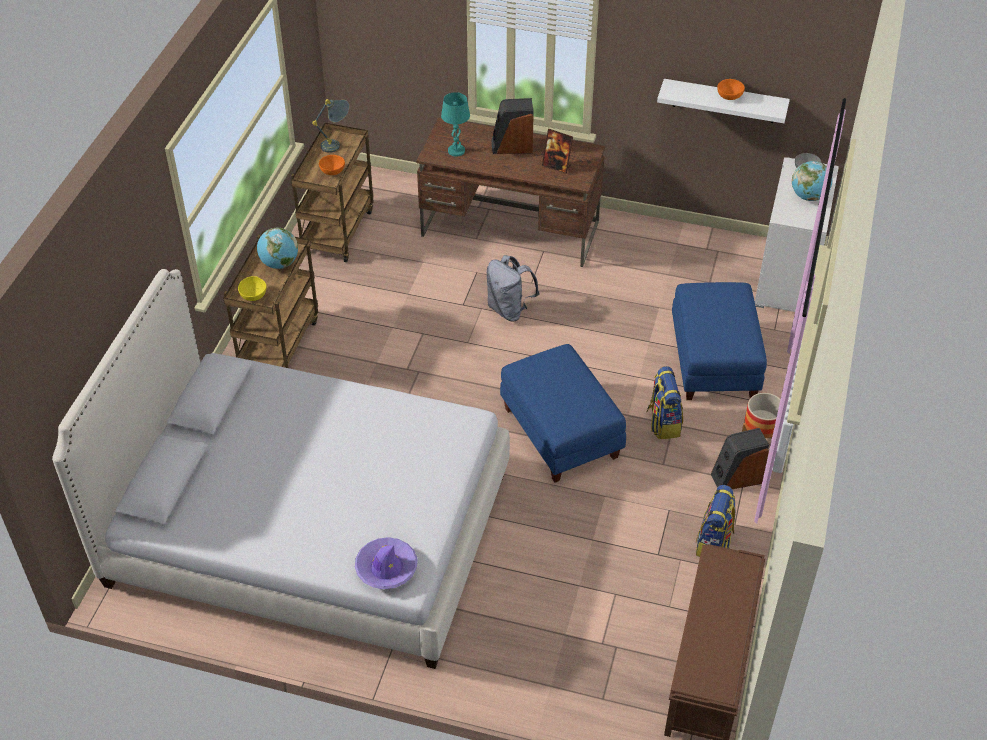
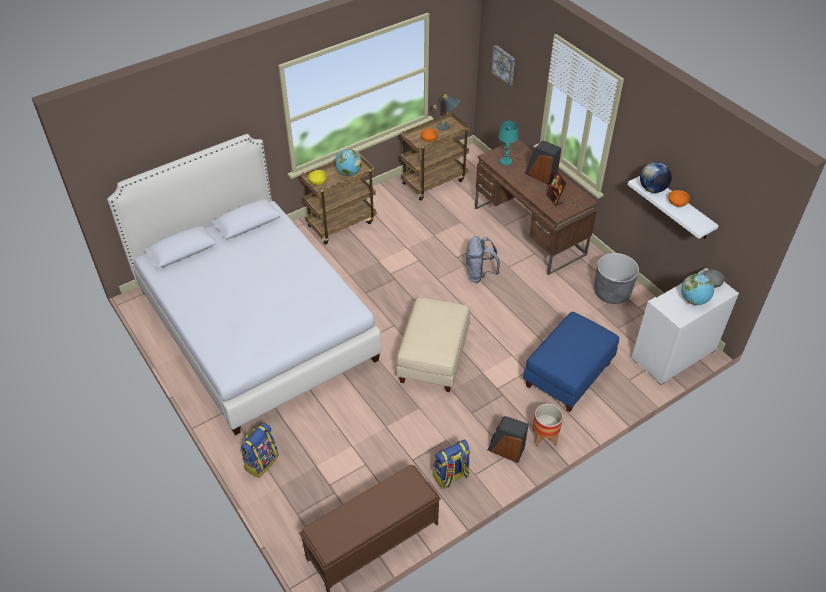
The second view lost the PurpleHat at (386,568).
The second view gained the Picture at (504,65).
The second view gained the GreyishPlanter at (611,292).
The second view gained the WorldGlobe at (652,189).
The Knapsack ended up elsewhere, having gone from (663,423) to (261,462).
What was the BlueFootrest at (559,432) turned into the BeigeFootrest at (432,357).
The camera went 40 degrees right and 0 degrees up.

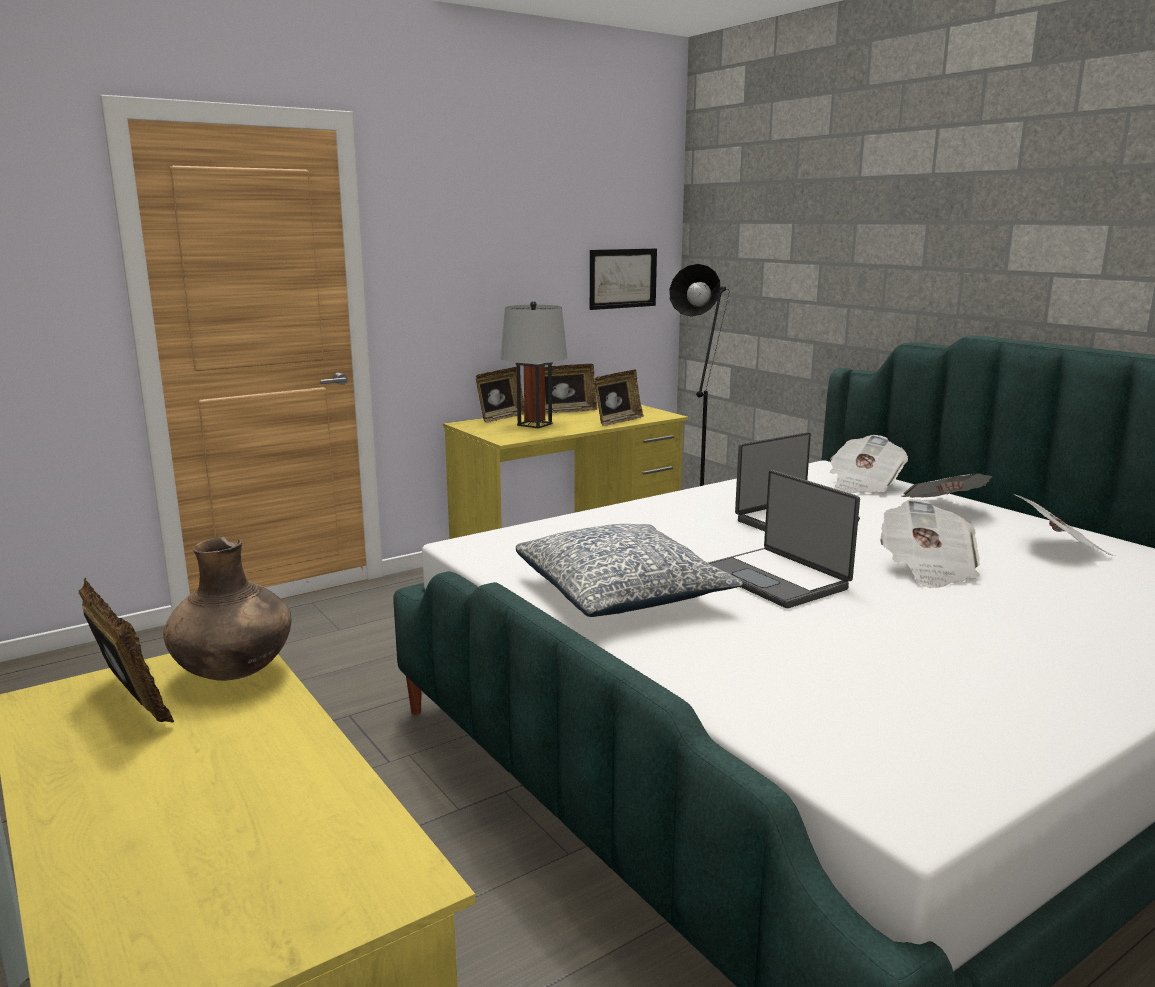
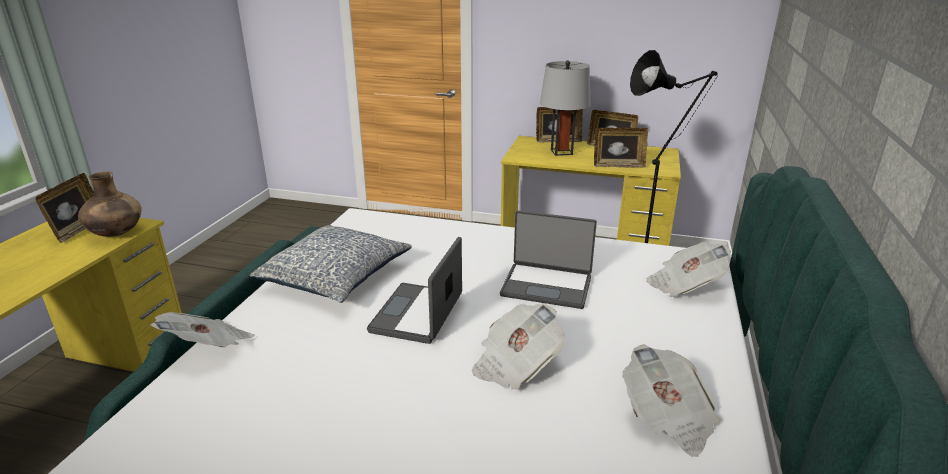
The second view lost the Picture at (623,278).
The Newspaper ended up elsewhere, having gone from (942,508) to (209,348).
The camera went 50 degrees right and 10 degrees up.

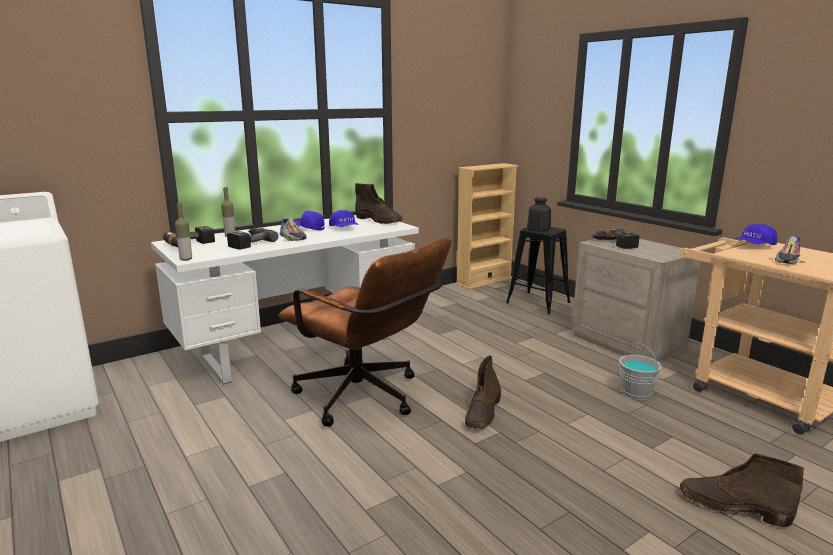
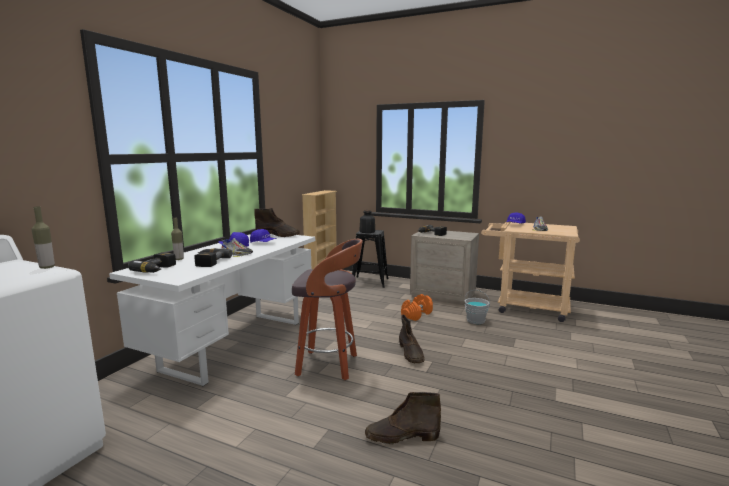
The second view gained the OrangeyDumbbell at (416,314).
The BeverageBottle ended up elsewhere, having gone from (186,259) to (47,267).
The BrownColouredBoot ended up elsewhere, having gone from (732,507) to (401,436).
Where the BrownColouredDeskChair stood at (366,399), the SittingStool came to stand at (329,365).
The camera went 30 degrees left and 5 degrees down.

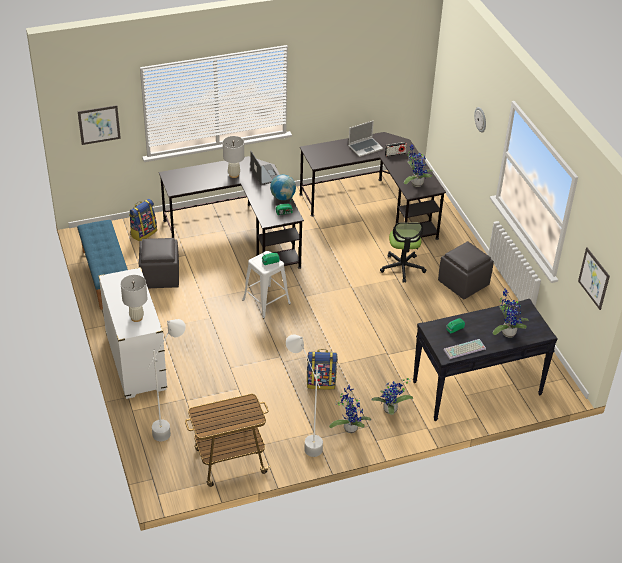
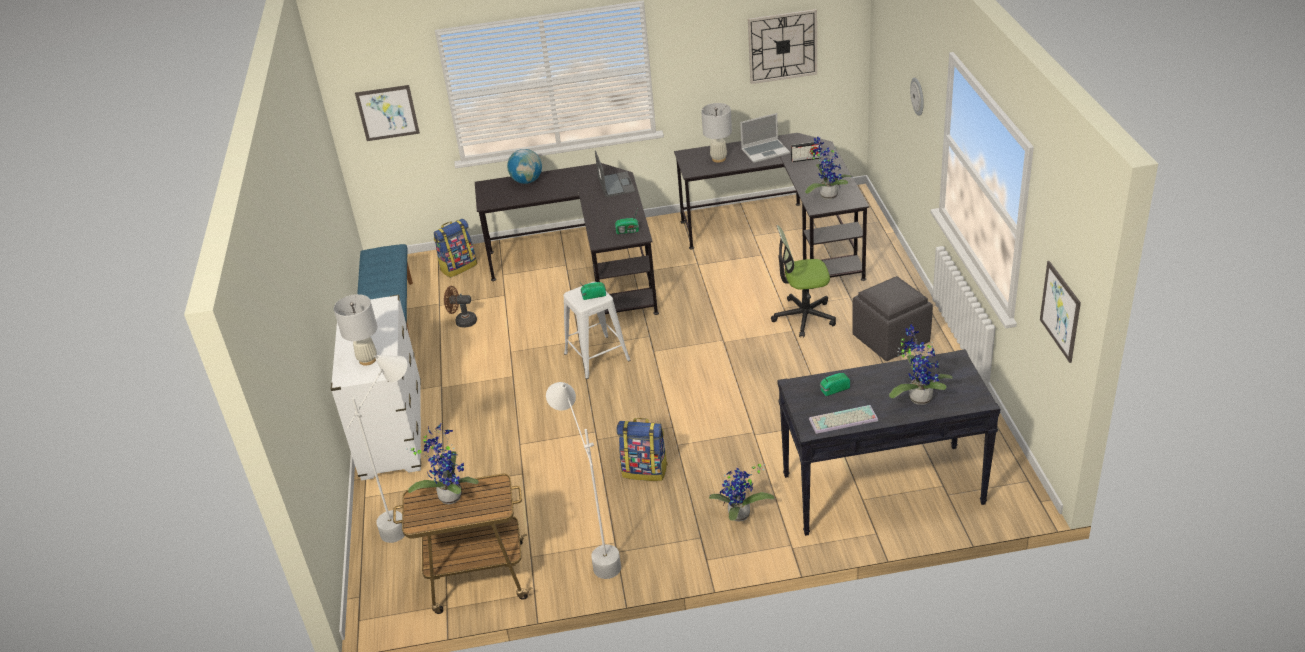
The second view gained the HangingClock at (782,46).
The WhitishTableLamp ended up elsewhere, having gone from (234,175) to (719,159).
The WorldGlobe ended up elsewhere, having gone from (283,197) to (527,181).
The PottedPlant ended up elsewhere, having gone from (349,427) to (450,495).
Where the GreyishFootrest stood at (160,277), the BrownColouredFan came to stand at (462,321).
The DeskChair at (402,268) ended up facing another way, 75 degrees clockwise from before.
The camera went 15 degrees right and 5 degrees down.

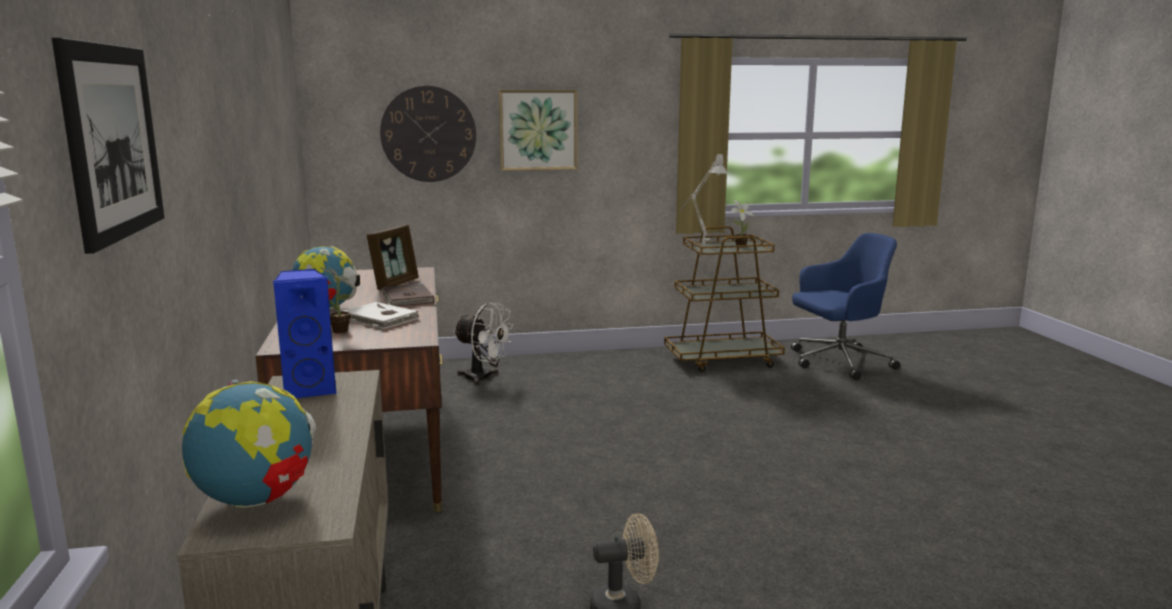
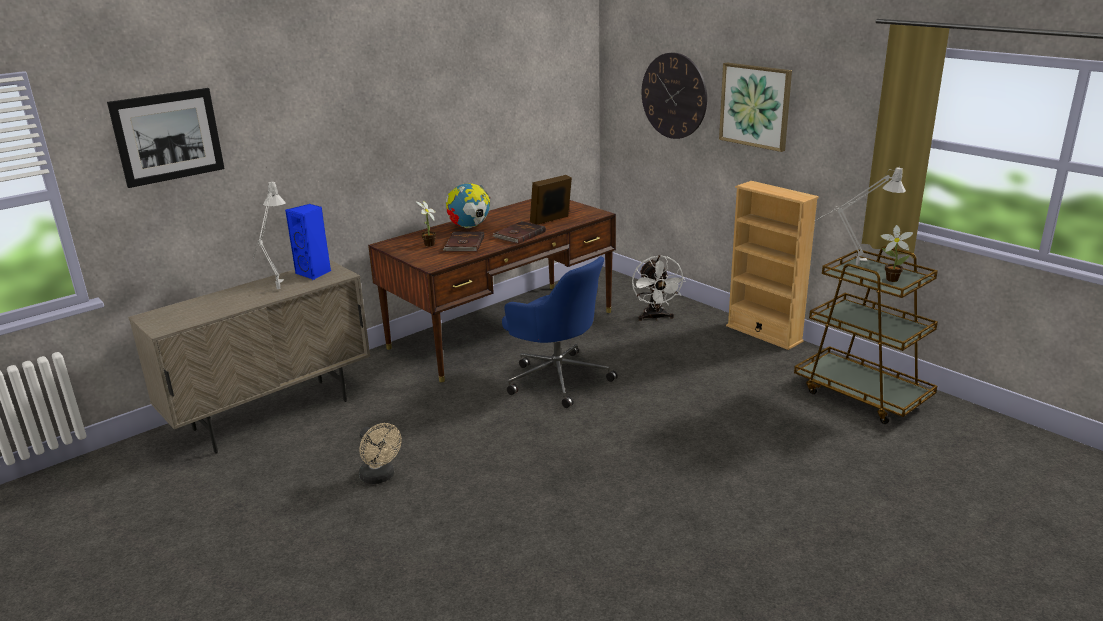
The second view lost the WorldGlobe at (256,501).
The second view gained the GreyishTableLamp at (277,292).
The second view gained the BeigeShelvingUnit at (764,333).
The BlueDeskChair ended up elsewhere, having gone from (838,362) to (557,378).
What was the WhitishBoundBook at (379,319) turned into the BrownColouredBoundBook at (464,244).
The PictureFrame at (395,284) ended up facing another way, 150 degrees clockwise from before.
The camera went 60 degrees right and 10 degrees up.

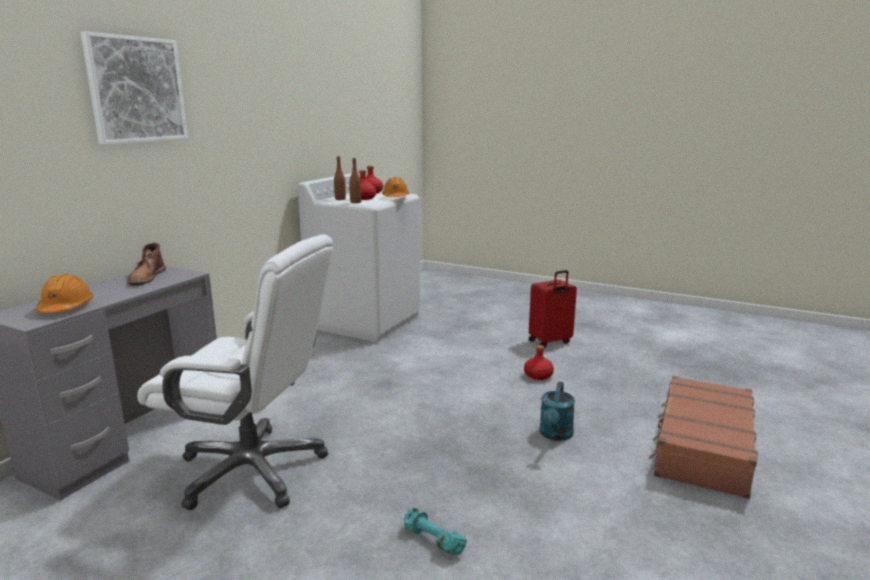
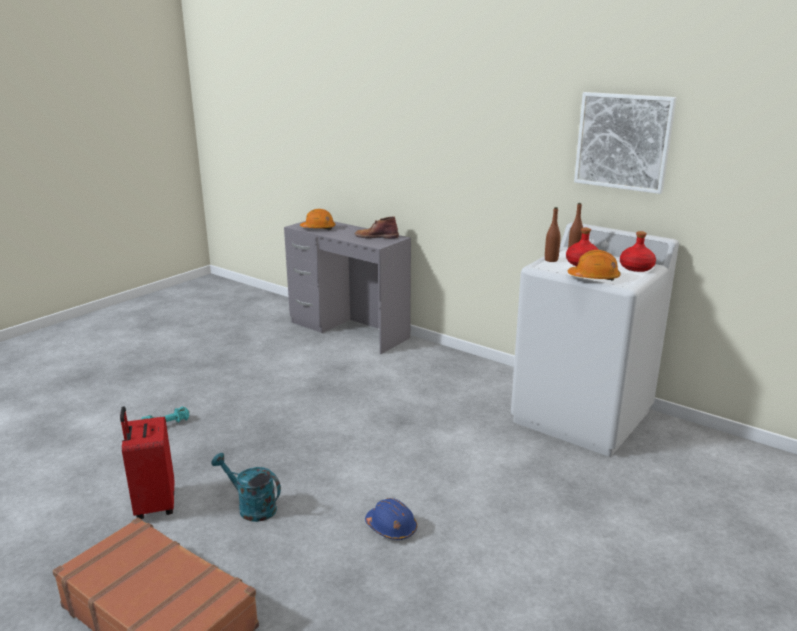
The second view lost the WhitishDeskChair at (253,470).
The Picture ended up elsewhere, having gone from (136,90) to (623,141).
The ReddishSuitcase ended up elsewhere, having gone from (550,342) to (154,505).
Where the ReddishBeverageBottle stood at (538,375), the BlueWorkHelmet came to stand at (391,528).
The camera went 100 degrees right and 5 degrees up.

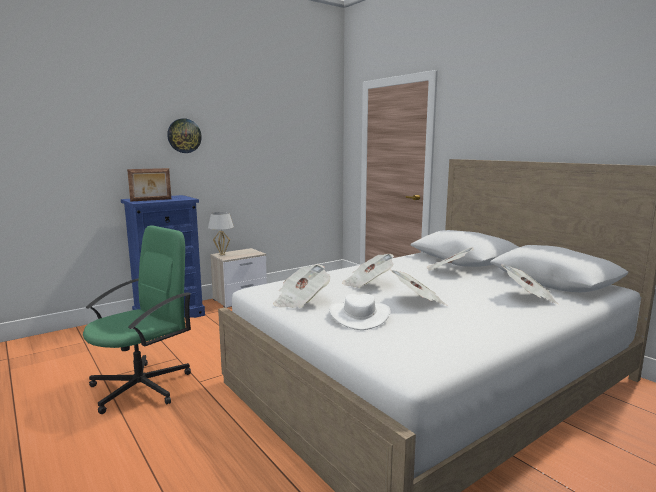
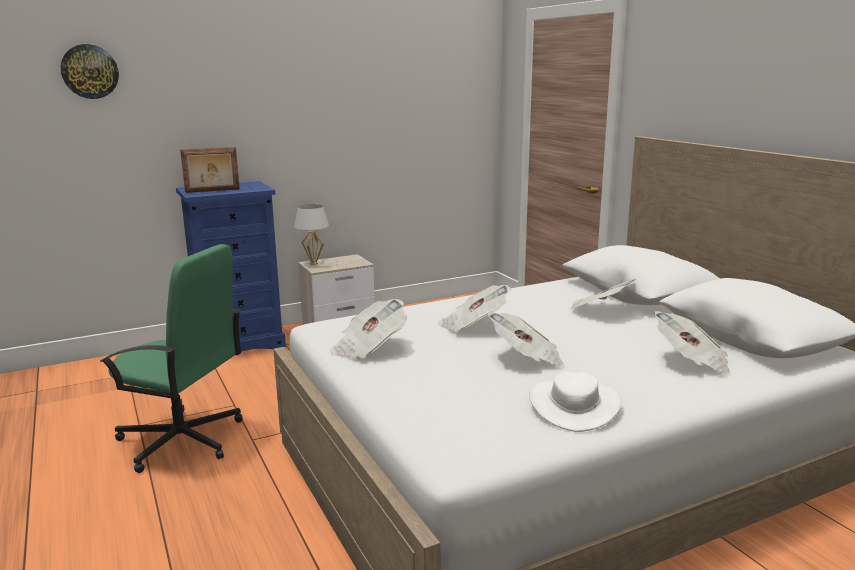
The HangingClock ended up elsewhere, having gone from (184,136) to (90,71).
The WhitishHat ended up elsewhere, having gone from (359,316) to (574,405).
The GreenColouredDeskChair at (142,386) ended up facing another way, 60 degrees clockwise from before.
The camera went 10 degrees right and 5 degrees up.

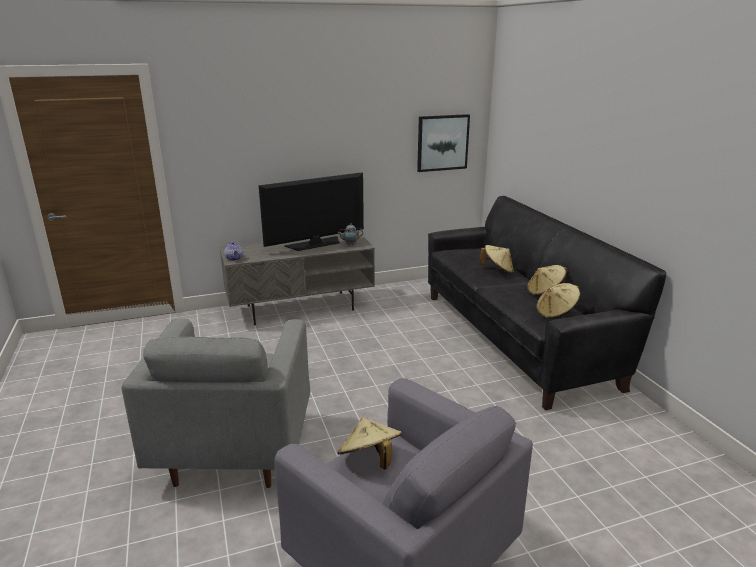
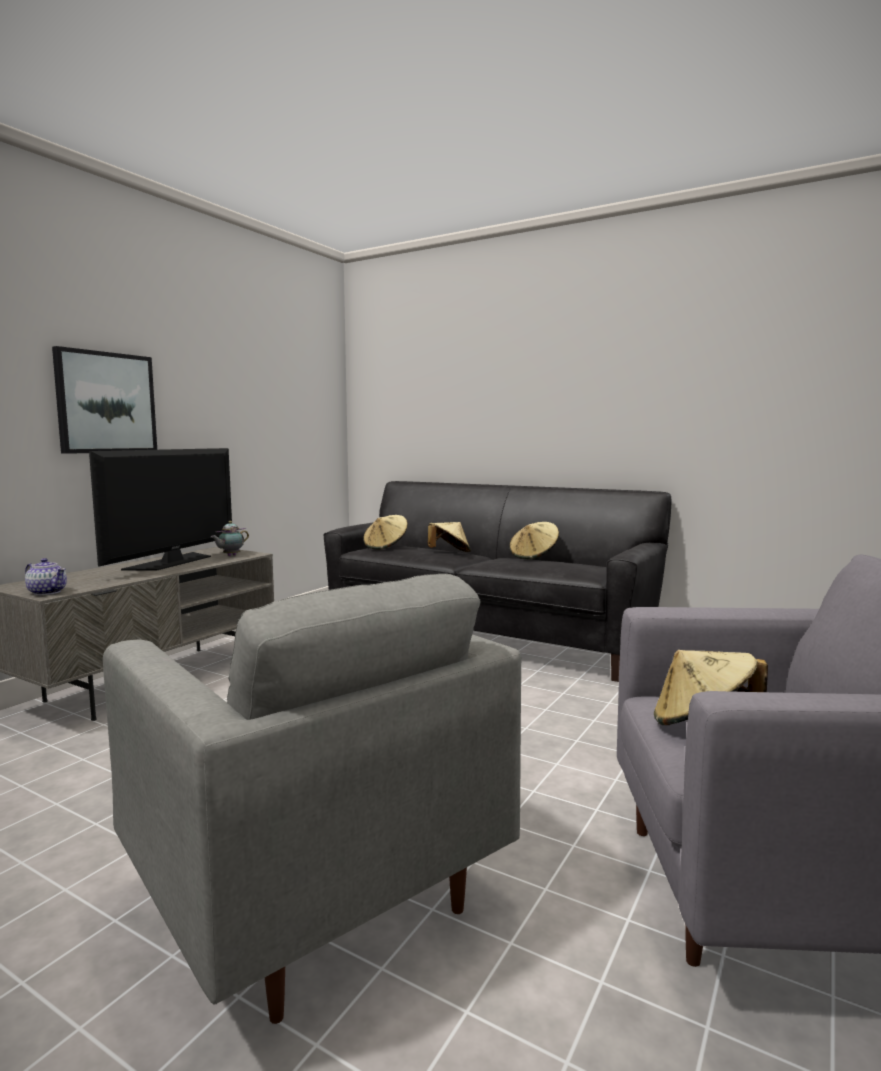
The Picture ended up elsewhere, having gone from (442,142) to (106,403).
The BeigeHat ended up elsewhere, having gone from (556,313) to (386,546).
The camera went 40 degrees left and 15 degrees down.

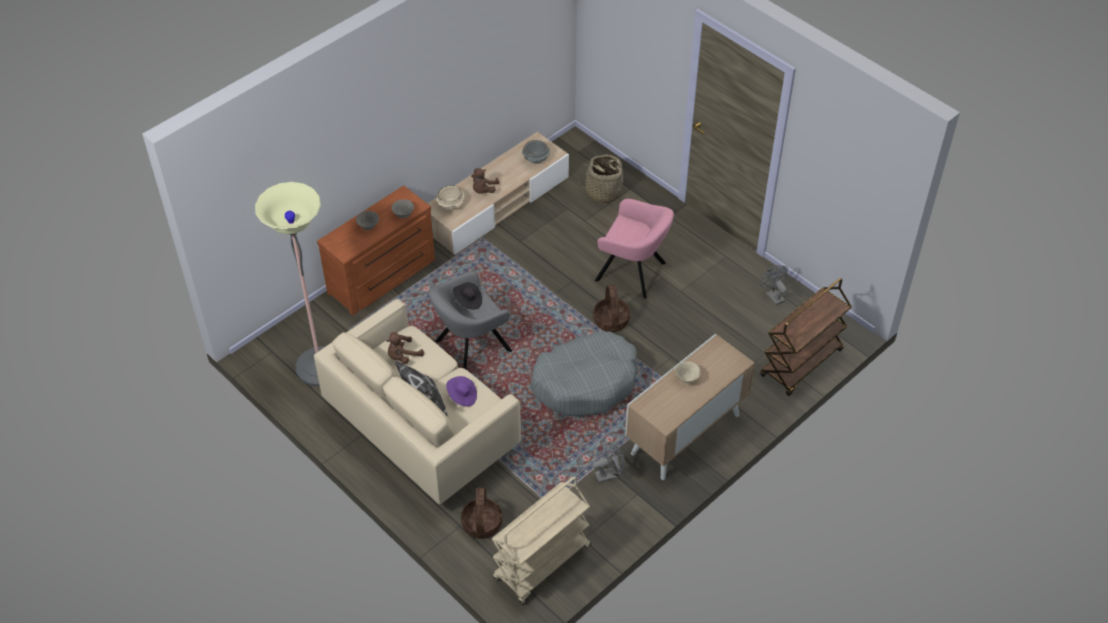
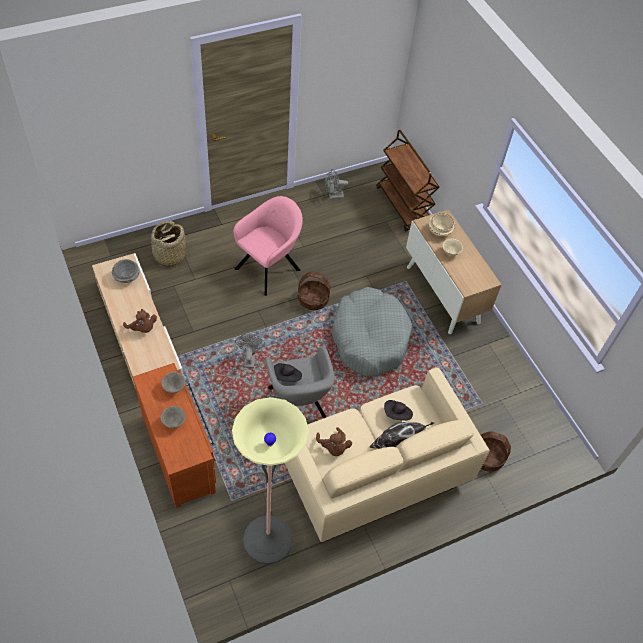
The second view lost the BeigeCart at (542,564).
The BeigeDeepDish ended up elsewhere, having gone from (451,205) to (440,231).
The GreyishFan ended up elsewhere, having gone from (609,474) to (249,358).
What was the PurpleHat at (462,396) turned into the BlackHat at (397,414).
The camera went 75 degrees left and 5 degrees up.

